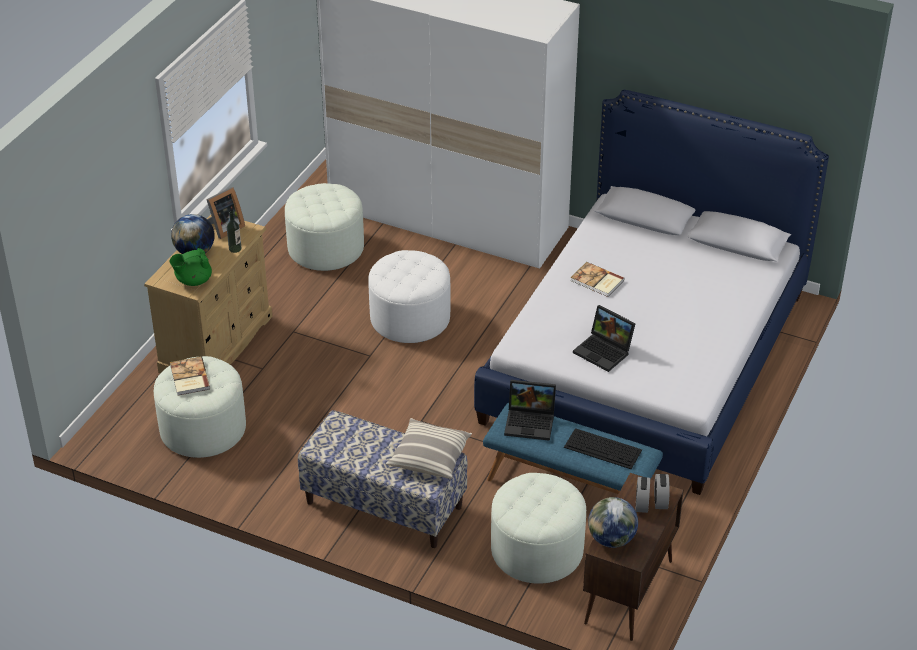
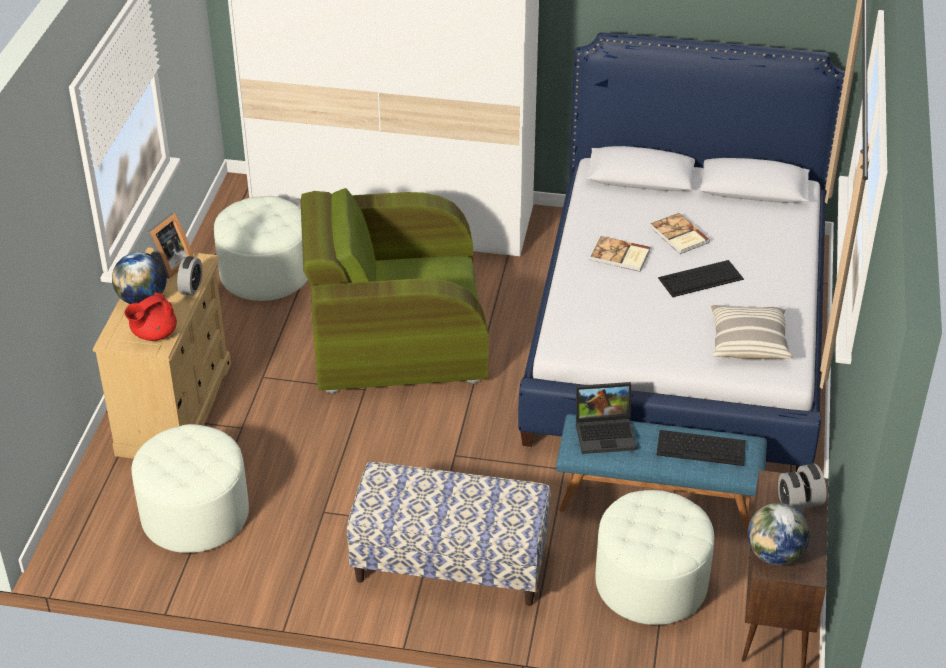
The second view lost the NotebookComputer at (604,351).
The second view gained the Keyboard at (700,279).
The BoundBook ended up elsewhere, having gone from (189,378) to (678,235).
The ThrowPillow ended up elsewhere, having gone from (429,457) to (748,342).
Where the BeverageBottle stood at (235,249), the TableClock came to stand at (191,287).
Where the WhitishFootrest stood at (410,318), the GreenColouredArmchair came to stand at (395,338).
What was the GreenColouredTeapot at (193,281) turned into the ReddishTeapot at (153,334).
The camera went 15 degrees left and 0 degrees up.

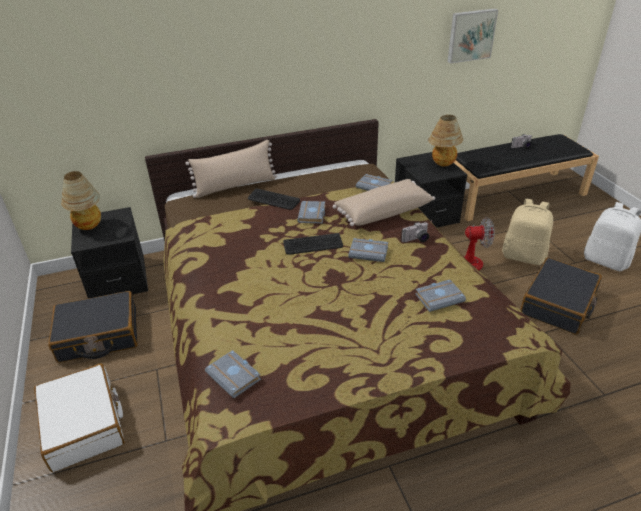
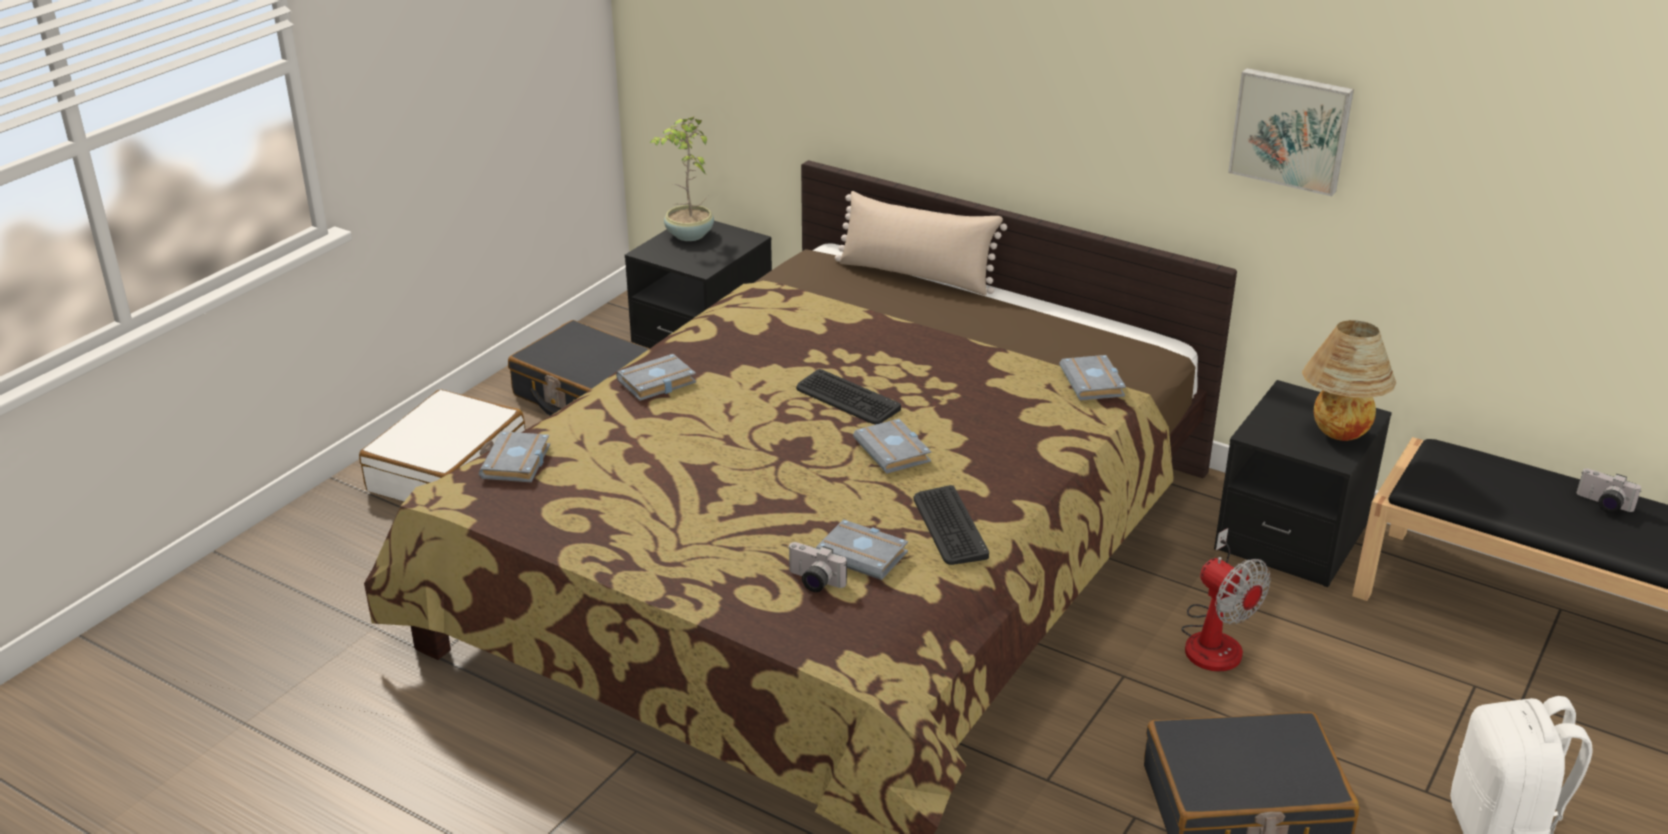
The second view lost the BeigeThrowPillow at (382,212).
The second view lost the BeigeKnapsack at (523,256).
The Keyboard ended up elsewhere, having gone from (273,200) to (949,526).
The GreyishBoundBook ended up elsewhere, having gone from (313,215) to (656,383).
The StillCamera ended up elsewhere, having gone from (416,240) to (813,582).
The Picture ended up elsewhere, having gone from (470,35) to (1291,129).
Where the TableLamp stood at (89,227), the PottedPlant came to stand at (688,235).
The camera went 50 degrees right and 5 degrees down.

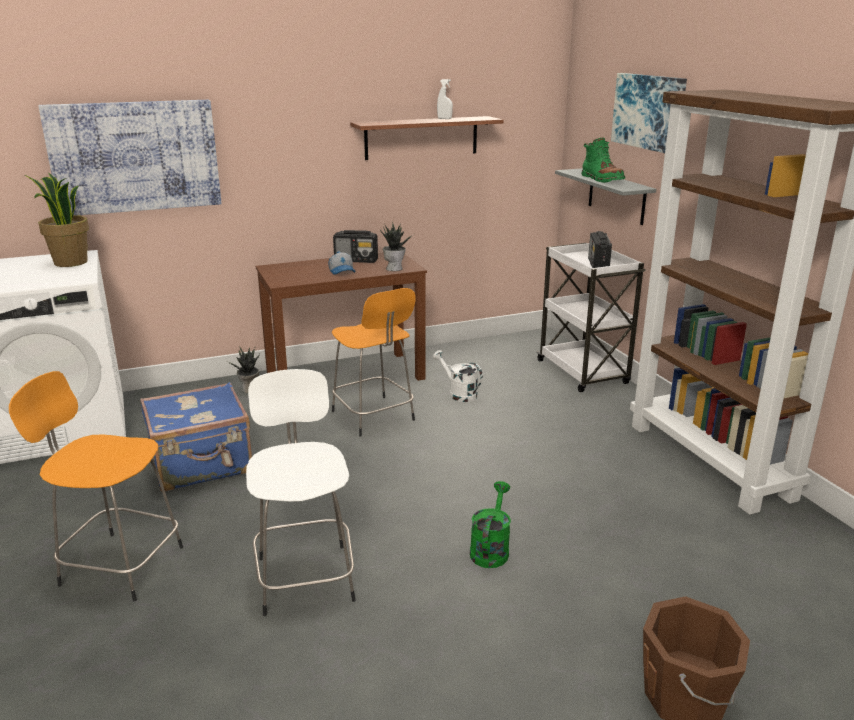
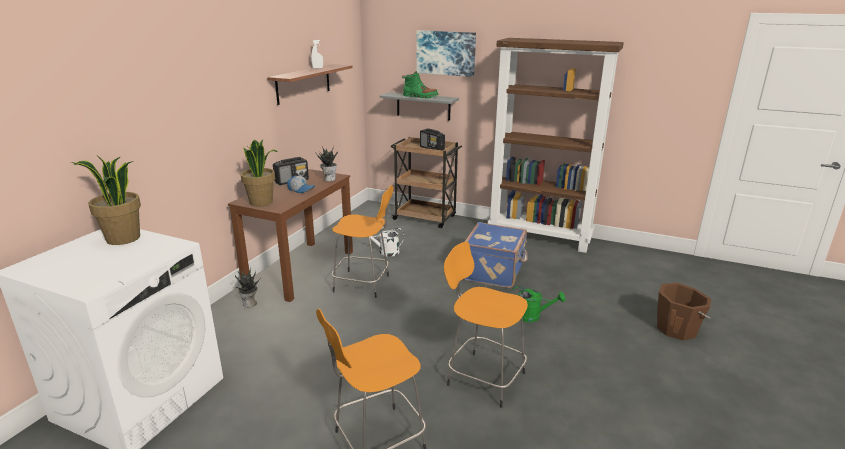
The second view lost the Picture at (135,156).
The second view gained the PottedPlant at (261,202).
The BlueSuitcase ended up elsewhere, having gone from (202,465) to (494,272).
What was the WhitishSittingStool at (305,576) turned into the OrangeySittingStool at (483,377).
What was the WhitishCart at (583,373) turned into the BrownColouredCart at (425,218).
The GreenColouredWateringPot at (490,549) ended up facing another way, 135 degrees clockwise from before.
The camera went 45 degrees left and 0 degrees up.

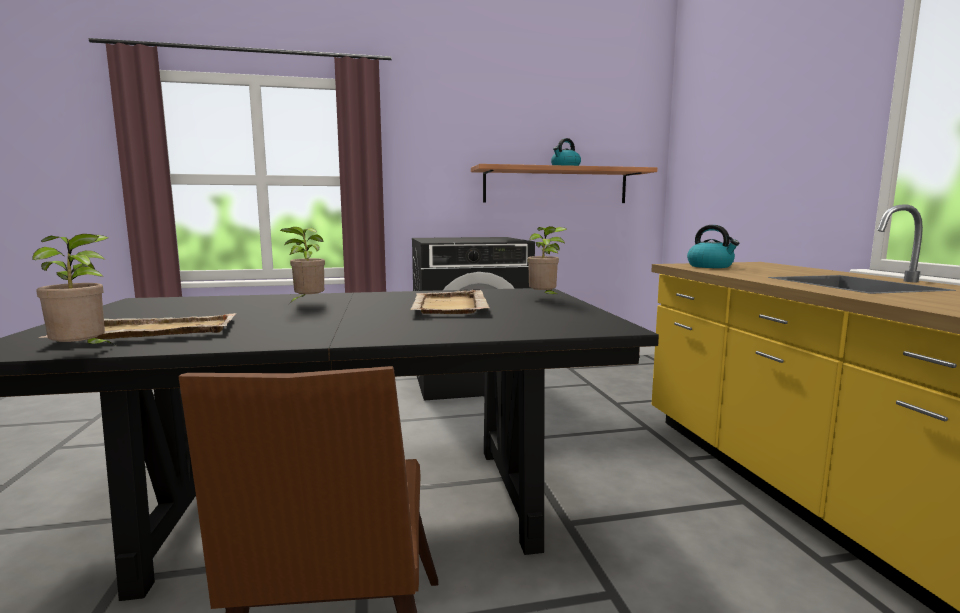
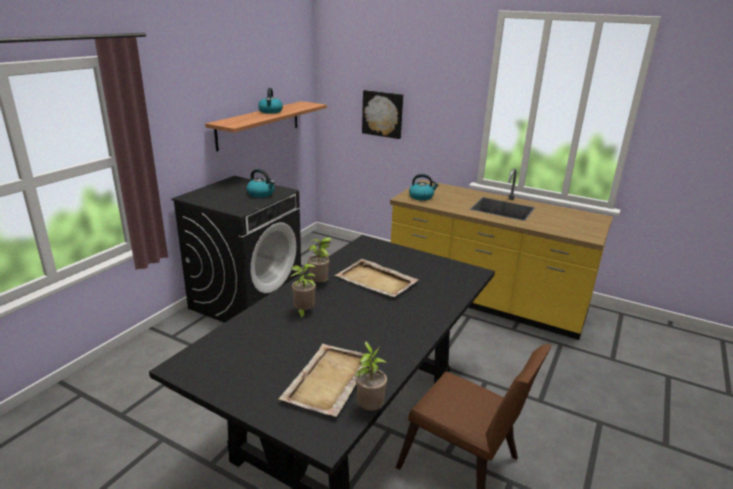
The second view gained the WaterKettle at (261,194).
The second view gained the Picture at (383,114).
The PottedPlant ended up elsewhere, having gone from (544,299) to (320,284).
The camera went 50 degrees left and 15 degrees up.

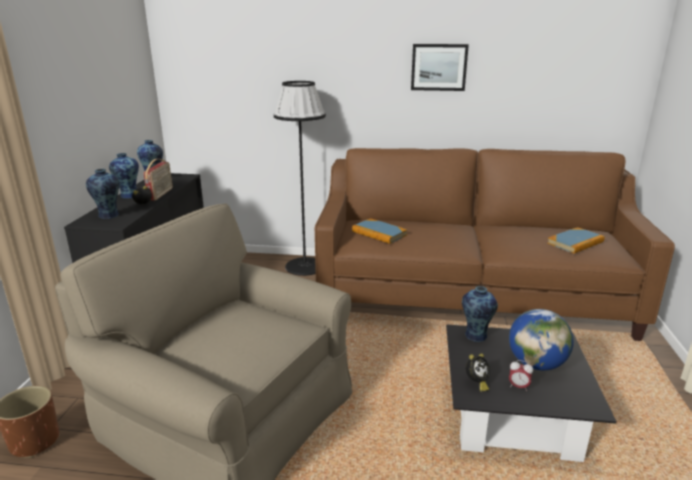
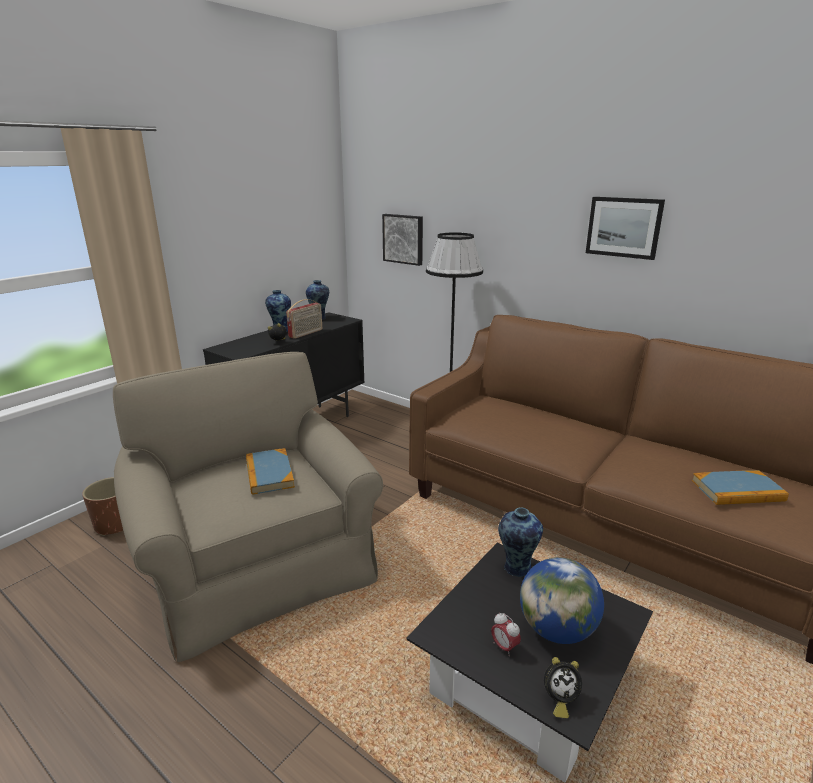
The second view lost the FlowerVase at (108,216).
The second view gained the Picture at (403,239).
The BoundBook ended up elsewhere, having gone from (379,233) to (269,473).
The TableClock ended up elsewhere, having gone from (476,383) to (559,700).
The camera went 30 degrees right and 0 degrees up.

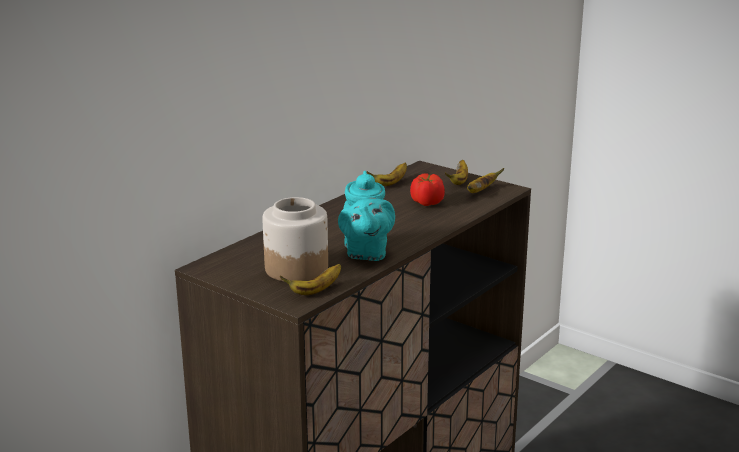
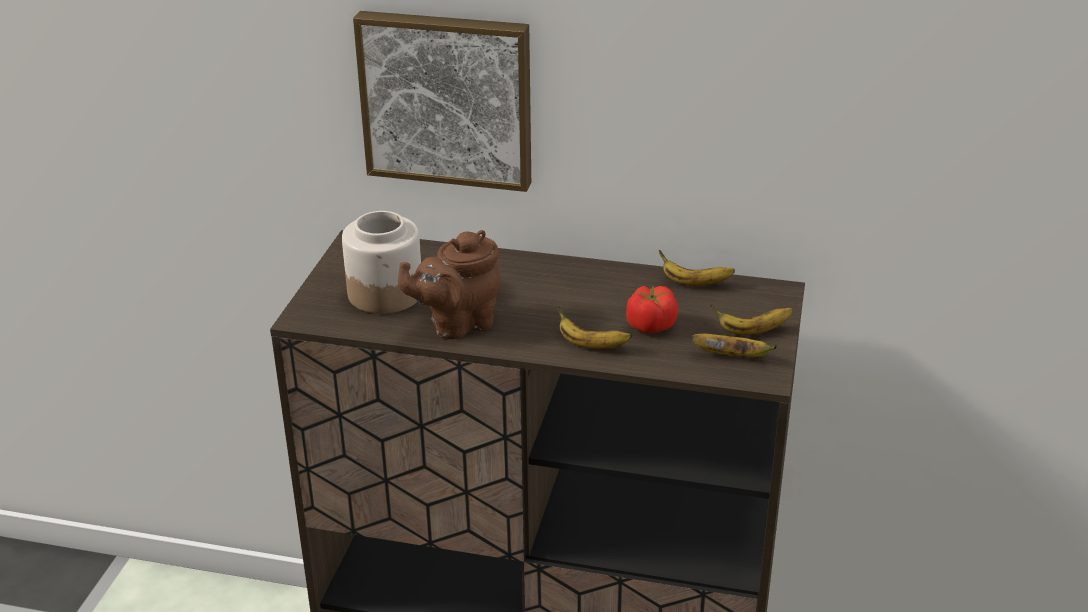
The second view gained the Picture at (447,98).
The WholeBanana ended up elsewhere, having gone from (315,291) to (590,345).
What was the BlueGreenTeapot at (365,253) turned into the BrownColouredTeapot at (457,324).
The camera went 65 degrees right and 10 degrees up.

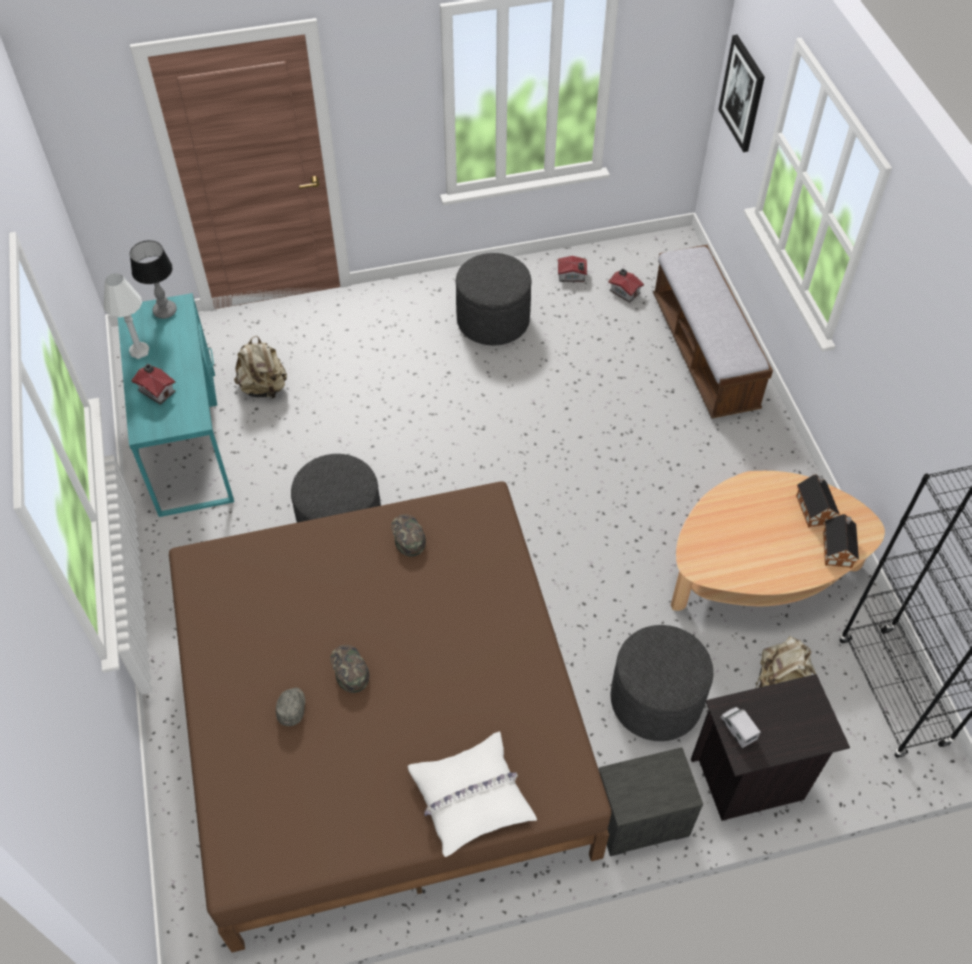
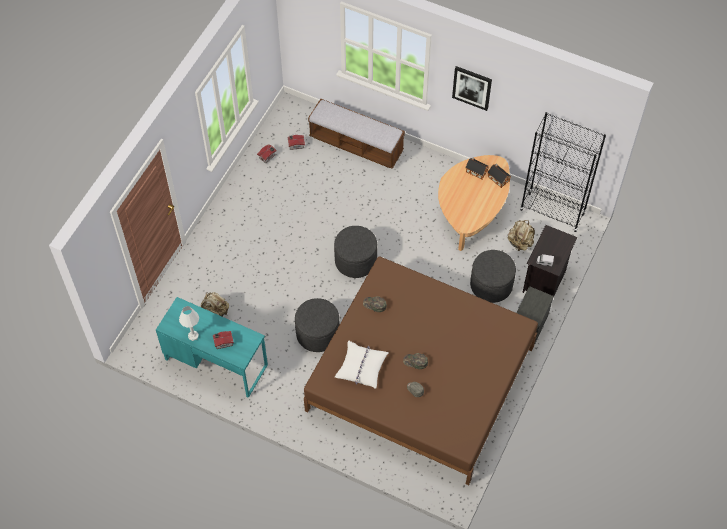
The second view lost the TableLamp at (165,311).
The WhitishThrowPillow ended up elsewhere, having gone from (471,797) to (361,367).
The GreyishFootrest ended up elsewhere, having gone from (493,320) to (355,260).
The Picture ended up elsewhere, having gone from (742,93) to (472,87).
The camera went 50 degrees left and 5 degrees up.

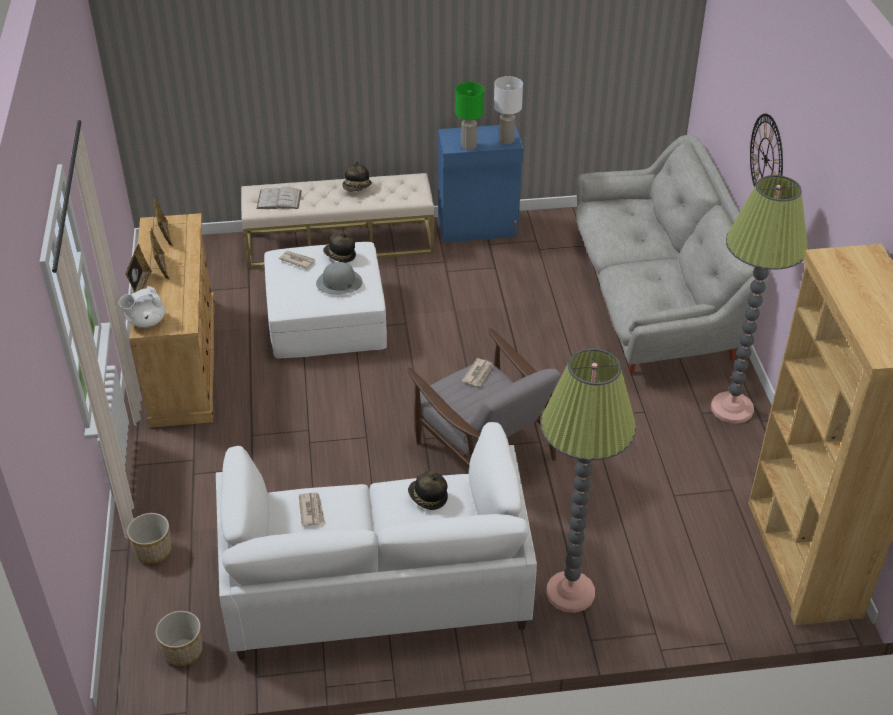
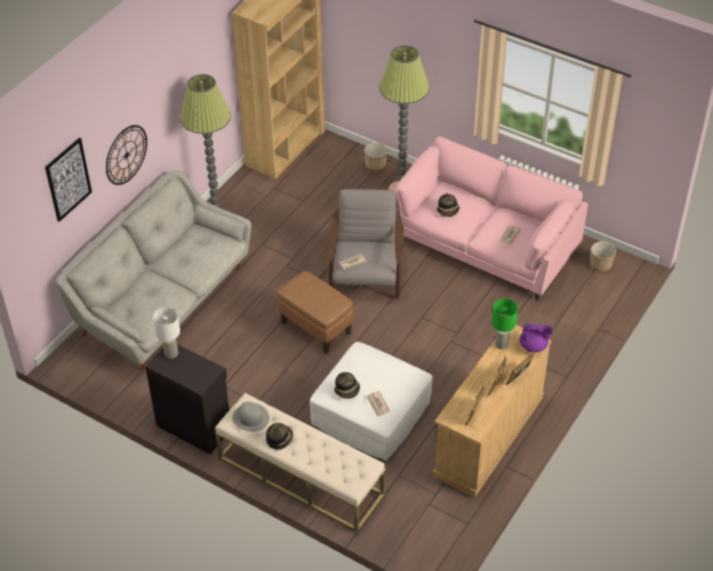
The second view lost the WhitishBoundBook at (279,199).
The second view gained the Picture at (68,179).
The second view gained the BrownColouredFootrest at (316,328).
The Planter ended up elsewhere, having gone from (153,551) to (375,164).
The GreyishHat ended up elsewhere, having gone from (339,282) to (251,418).
The GreenColouredTableLamp ended up elsewhere, having gone from (469,146) to (501,344).
What was the WhitishTeapot at (145,322) turned into the PurpleTeapot at (534,346).
What was the WhitishCouch at (376,582) turned into the PinkishCouch at (485,243).
What was the BlueCupboard at (478,228) turned into the BlackCupboard at (194,426).
The camera went 140 degrees left and 5 degrees up.

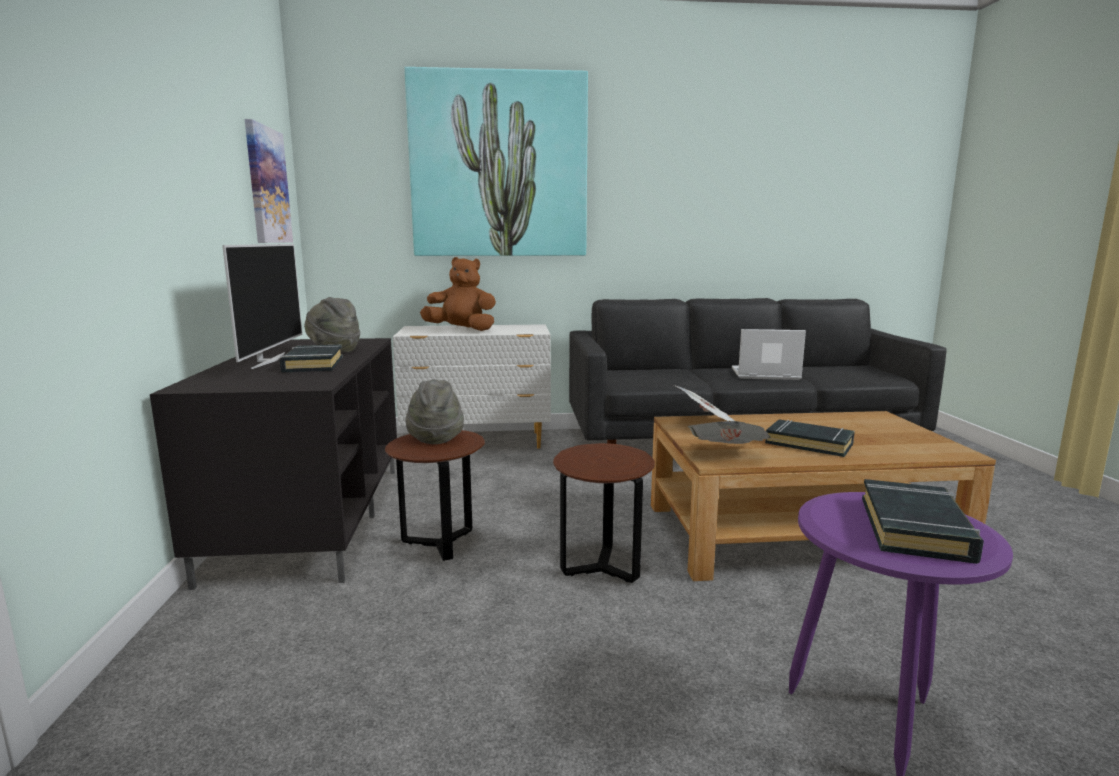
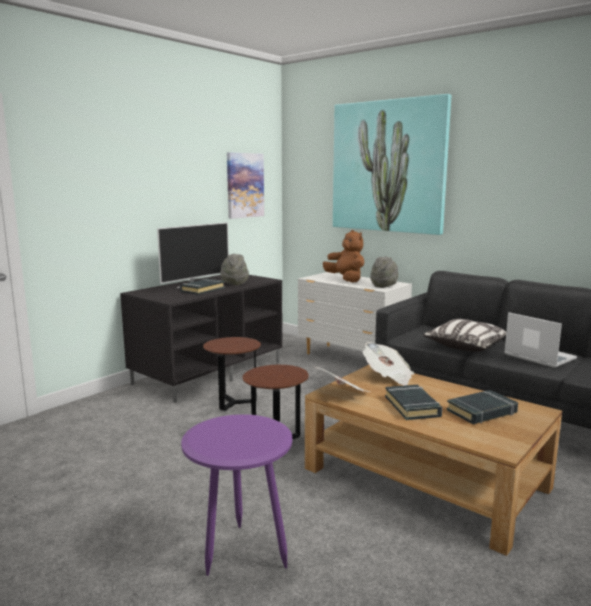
The second view gained the ThrowPillow at (466,346).
The GreyishHat ended up elsewhere, having gone from (435,437) to (384,285).
The BlackBoundBook ended up elsewhere, having gone from (915,528) to (482,412).
The camera went 45 degrees right and 0 degrees up.

